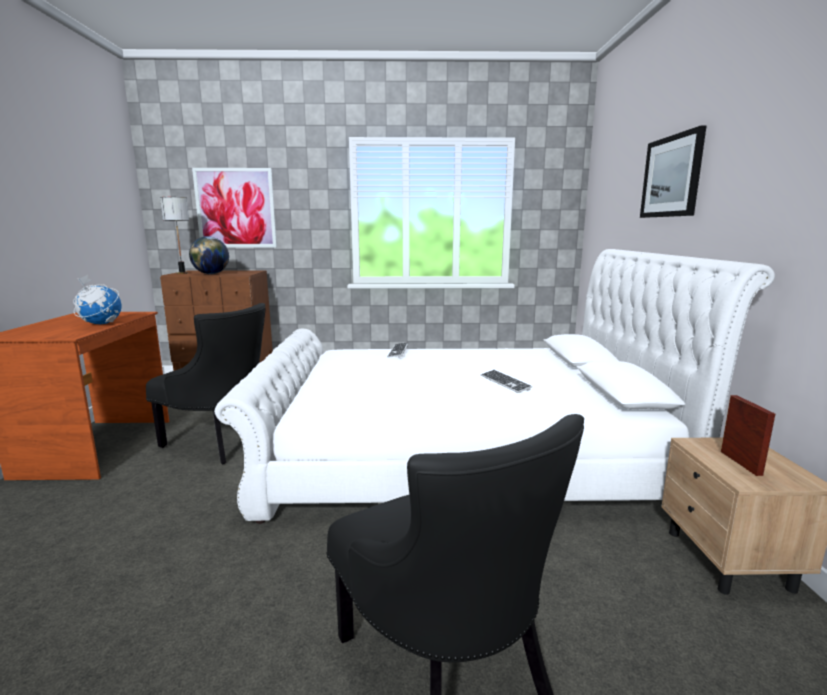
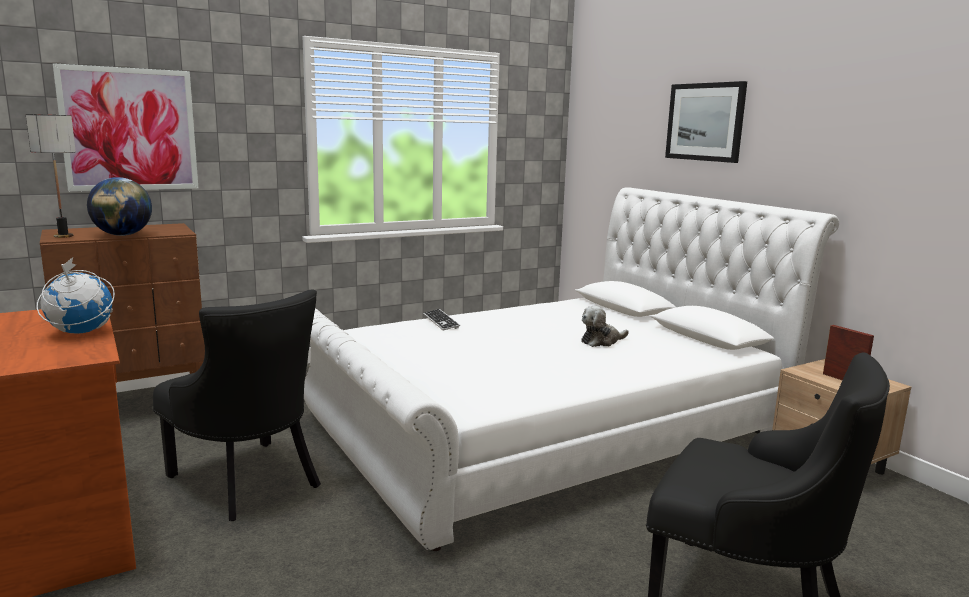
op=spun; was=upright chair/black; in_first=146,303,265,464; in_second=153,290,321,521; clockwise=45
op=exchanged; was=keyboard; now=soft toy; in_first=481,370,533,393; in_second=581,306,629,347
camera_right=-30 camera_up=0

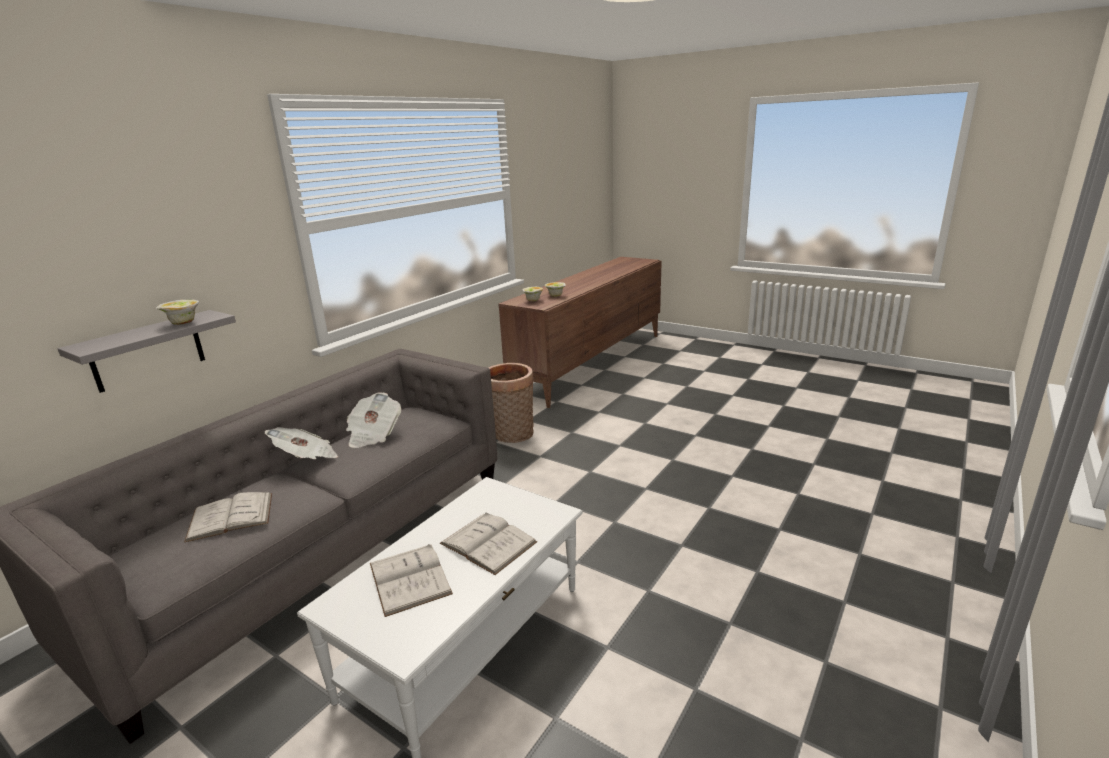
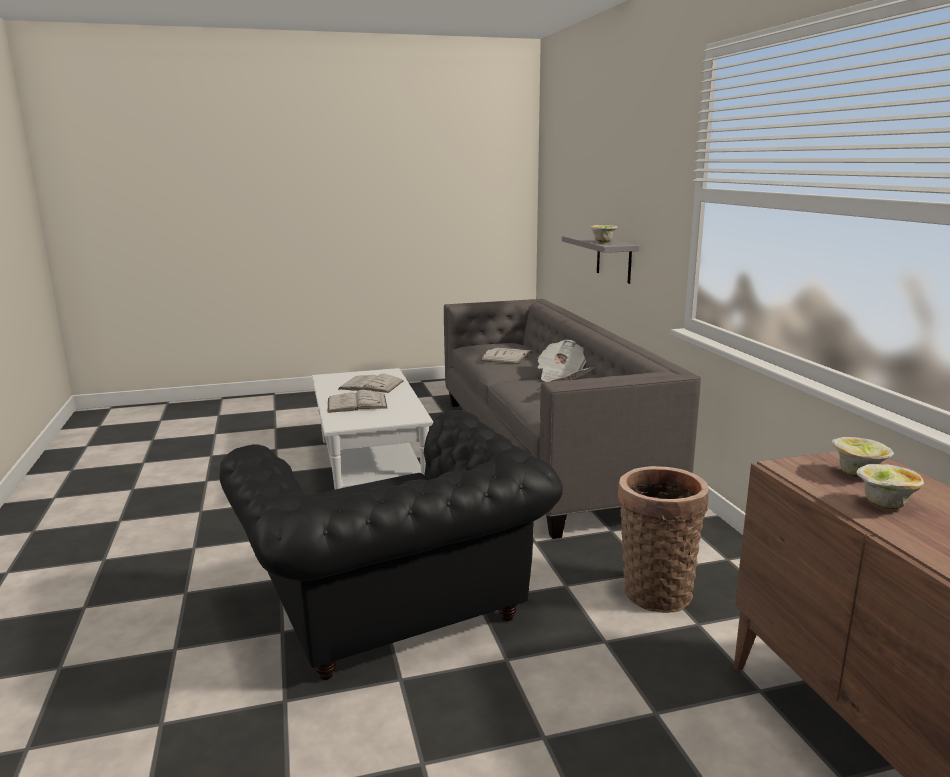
op=appeared; now=armchair/black; in_second=220,410,563,680
camera_right=130 camera_up=-5

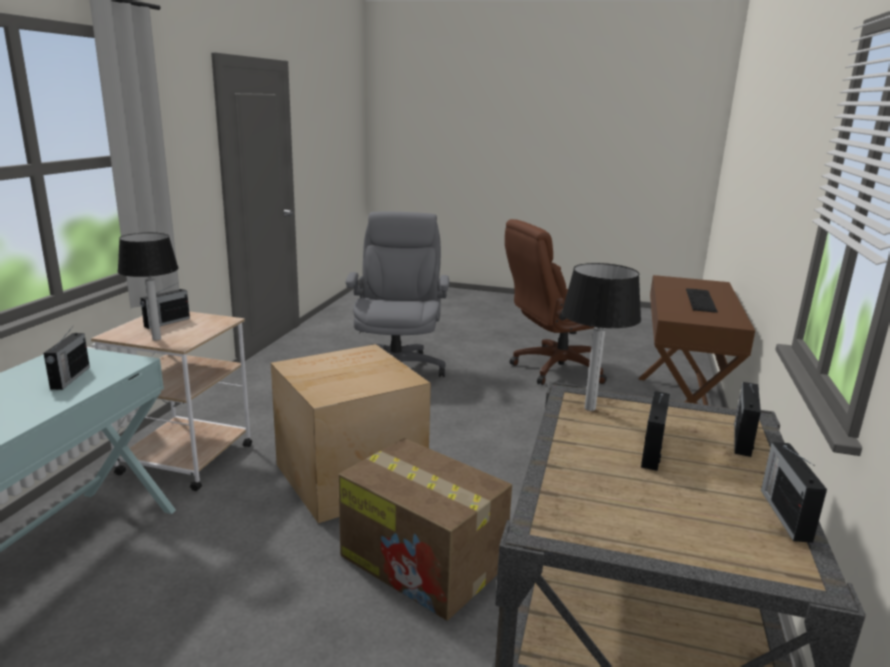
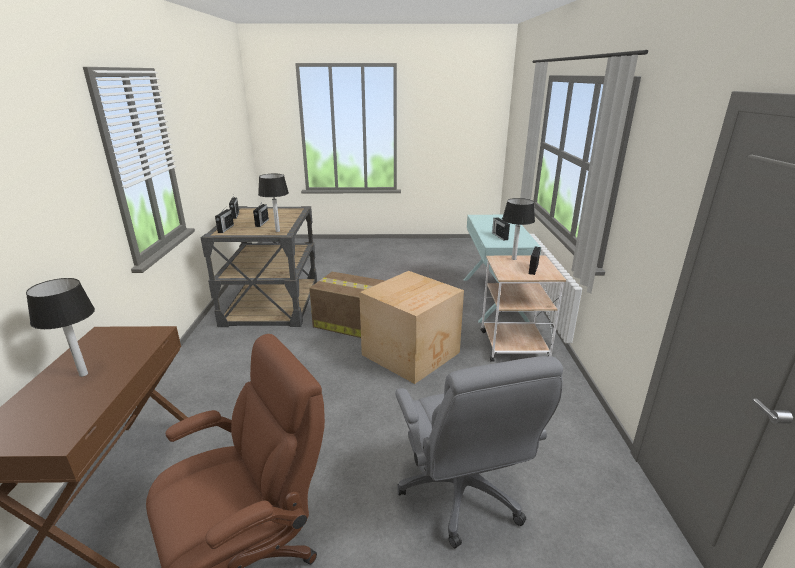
op=exchanged; was=keyboard; now=lamp for a table; in_first=686,288,718,313; in_second=26,278,95,377
camera_right=165 camera_up=5

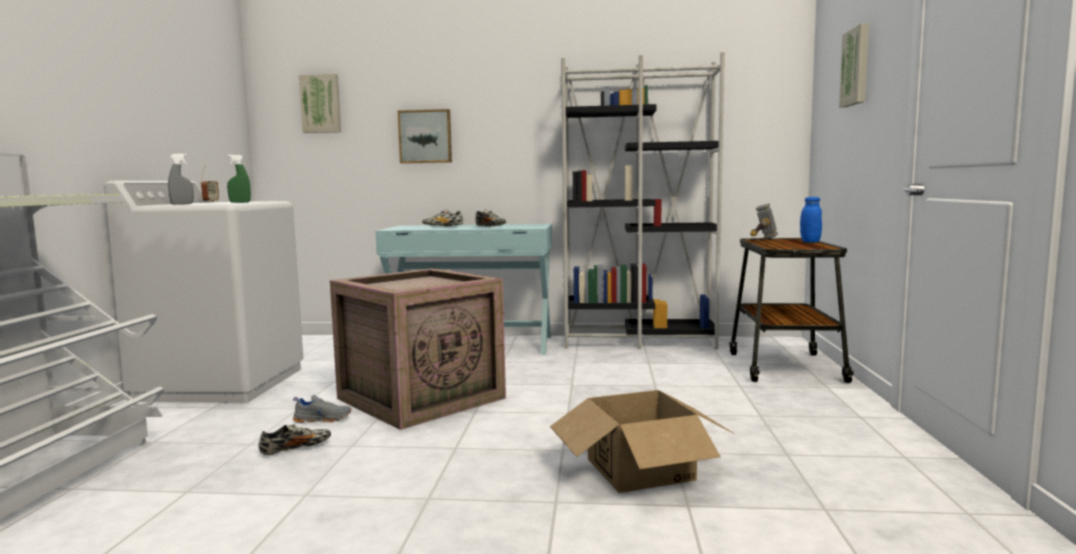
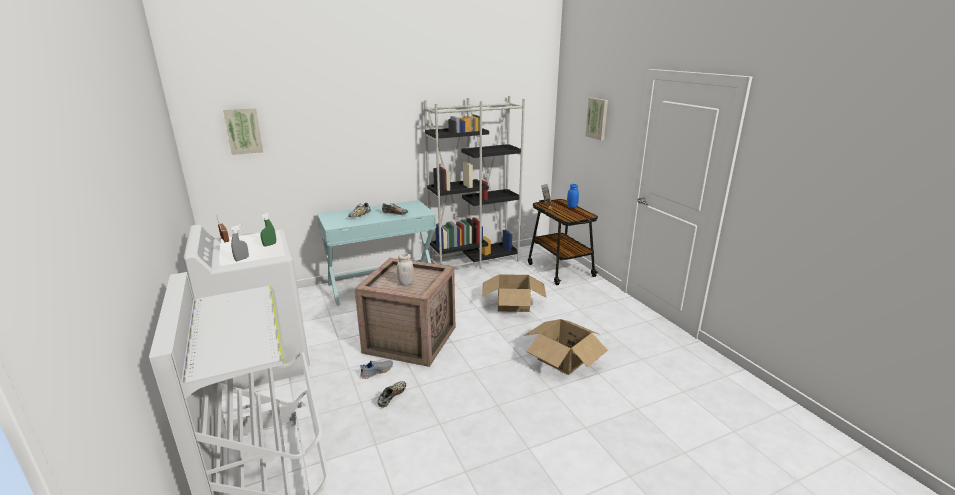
op=missing; was=wall art; in_first=398,109,452,164
op=appeared; now=storage jar/whitish; in_second=397,254,414,285
op=appeared; now=cardboard box; in_second=482,274,547,312
camera_right=-30 camera_up=15

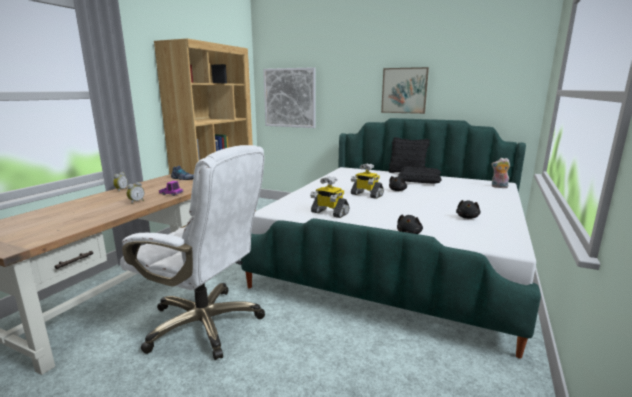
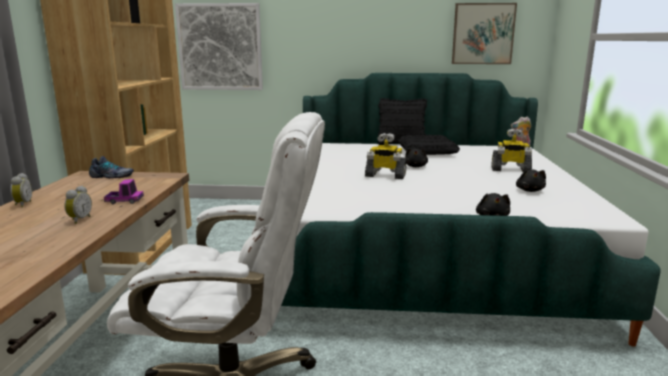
op=relocated; was=wall art; in_first=381,67,429,114; in_second=452,3,517,64
op=relocated; was=toy robot; in_first=310,176,350,218; in_second=492,129,532,172
camera_right=-20 camera_up=0

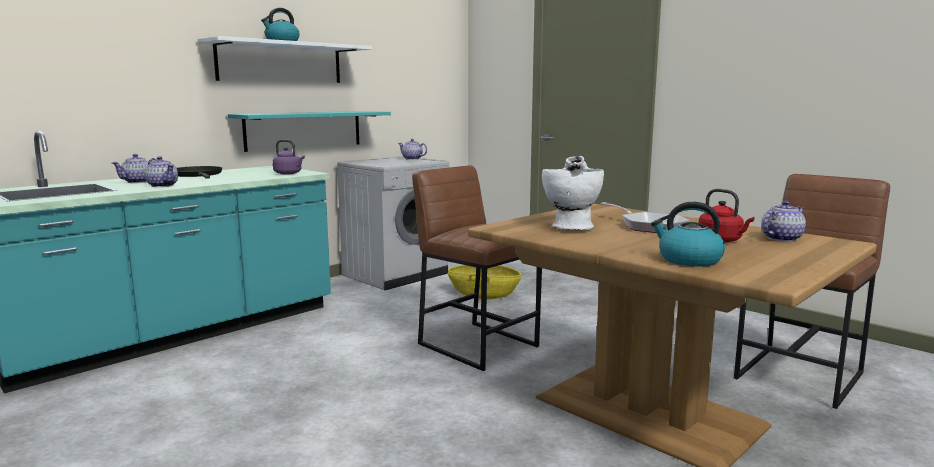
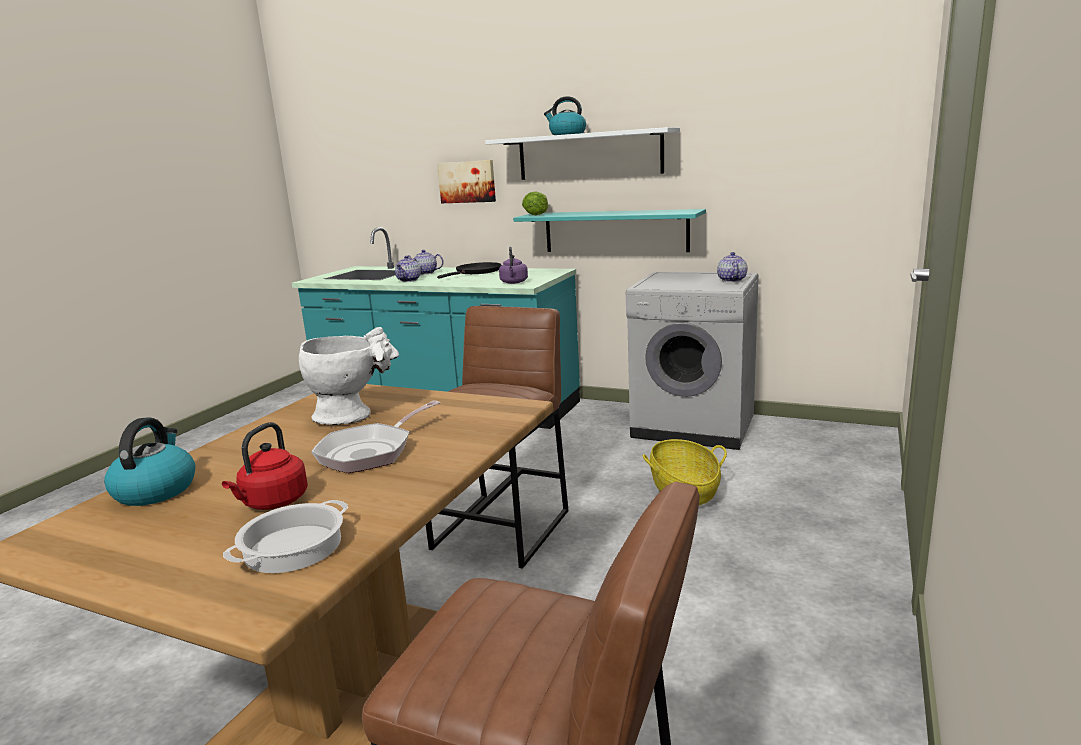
op=exchanged; was=tea pot; now=saucepot; in_first=761,201,806,242; in_second=223,500,348,573
op=appeared; now=wall art; in_second=437,160,496,203
op=appeared; now=lettuce; in_second=522,191,548,215
camera_right=70 camera_up=5

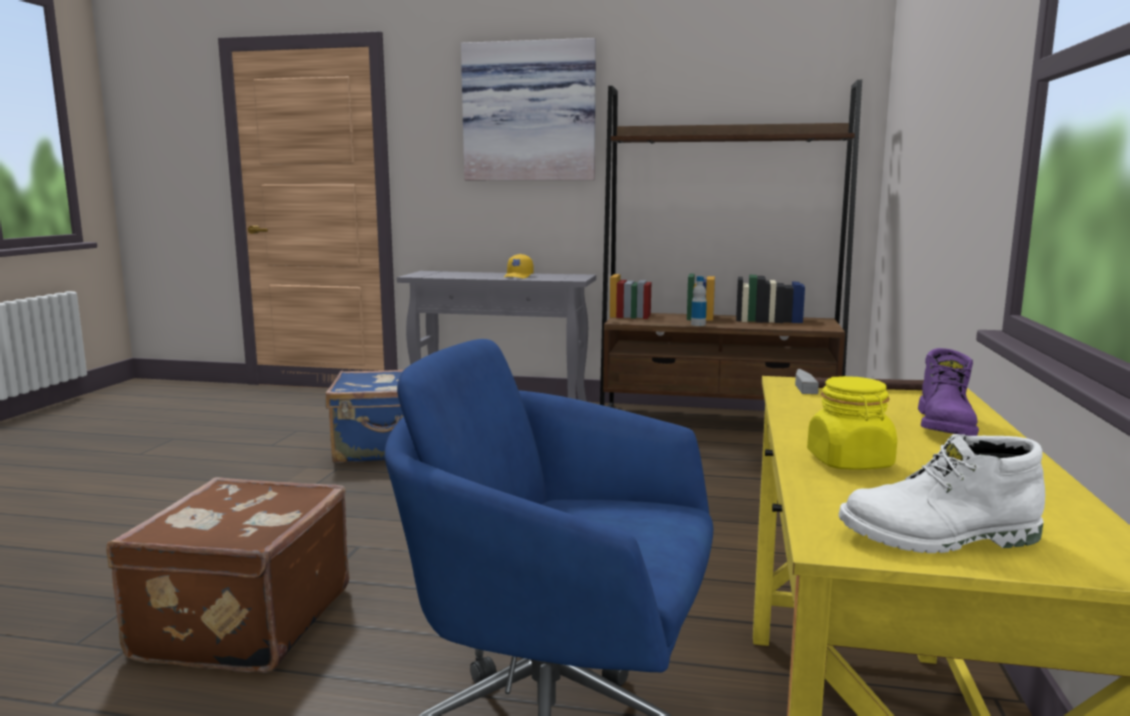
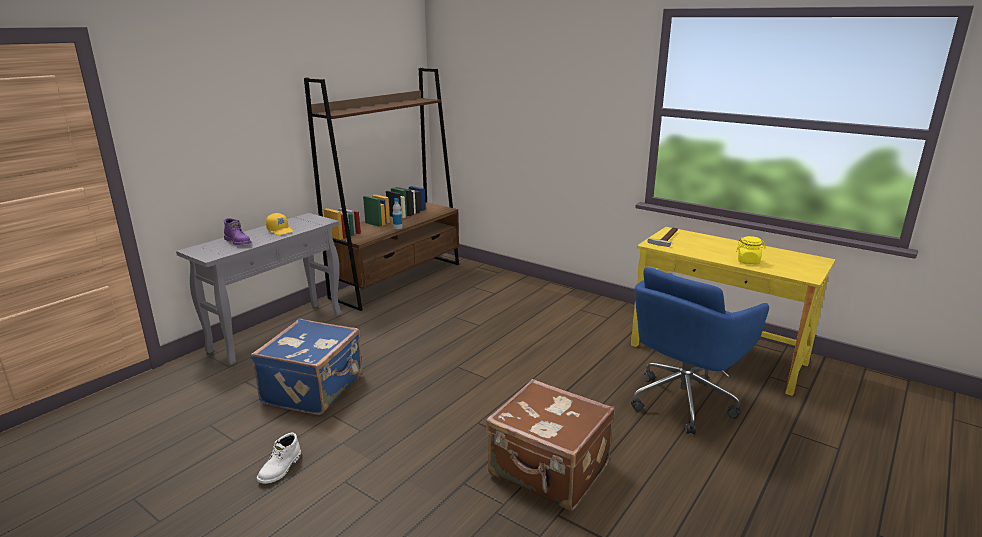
op=missing; was=wall art; in_first=461,38,596,180
op=relocated; was=boot/purple-coloured; in_first=918,348,979,436; in_second=224,218,251,245
op=relocated; was=boot/whitish; in_first=839,434,1045,553; in_second=257,433,301,484
camera_right=-65 camera_up=10

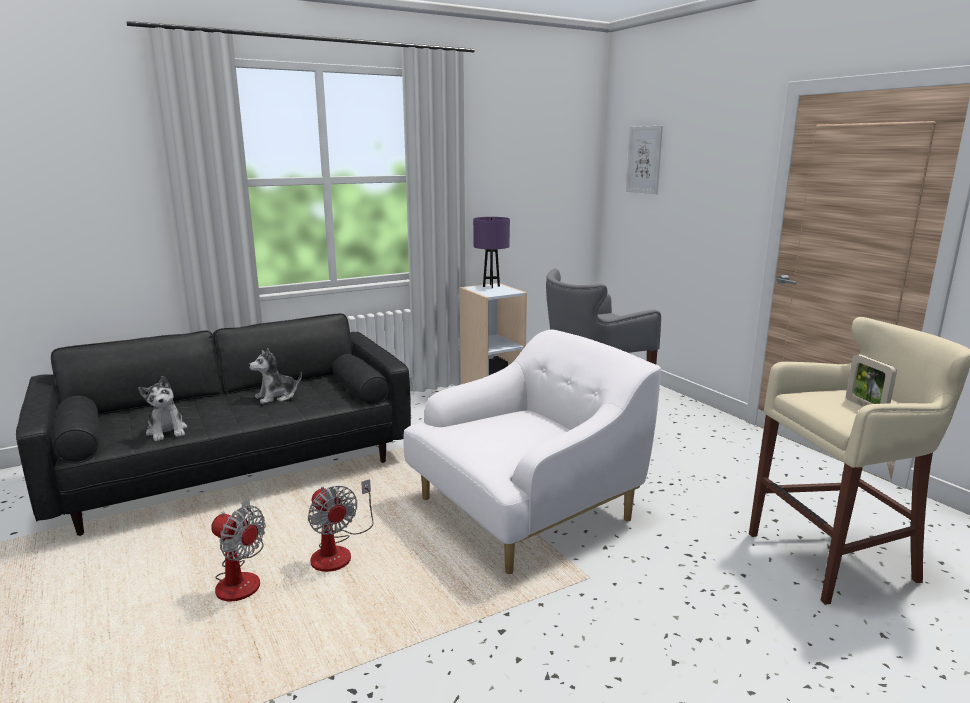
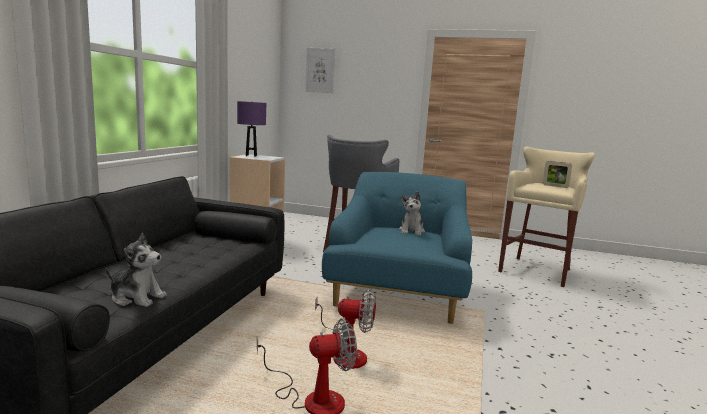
op=colour; was=armchair/whitish; now=armchair/bluish; in_first=403,330,661,574; in_second=322,172,472,324
op=relocated; was=soft toy; in_first=249,348,302,404; in_second=399,191,425,236
camera_right=-45 camera_up=-5

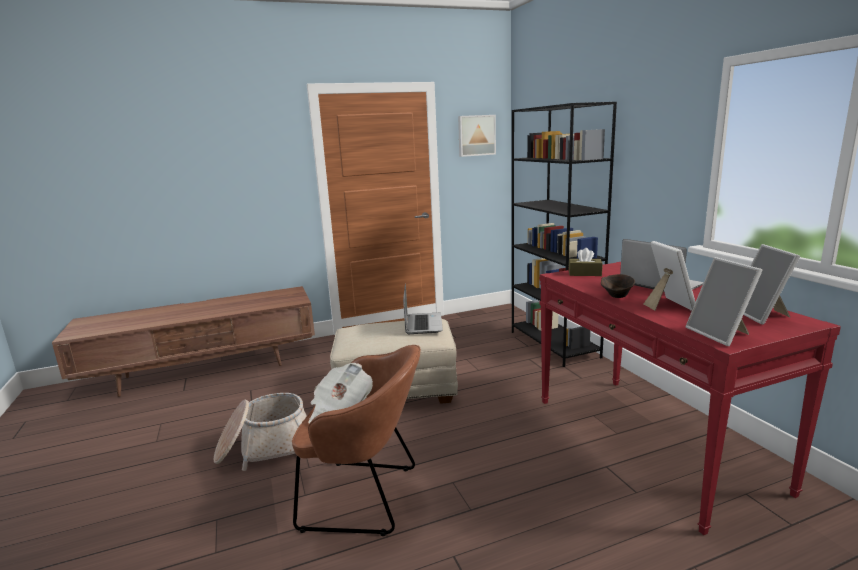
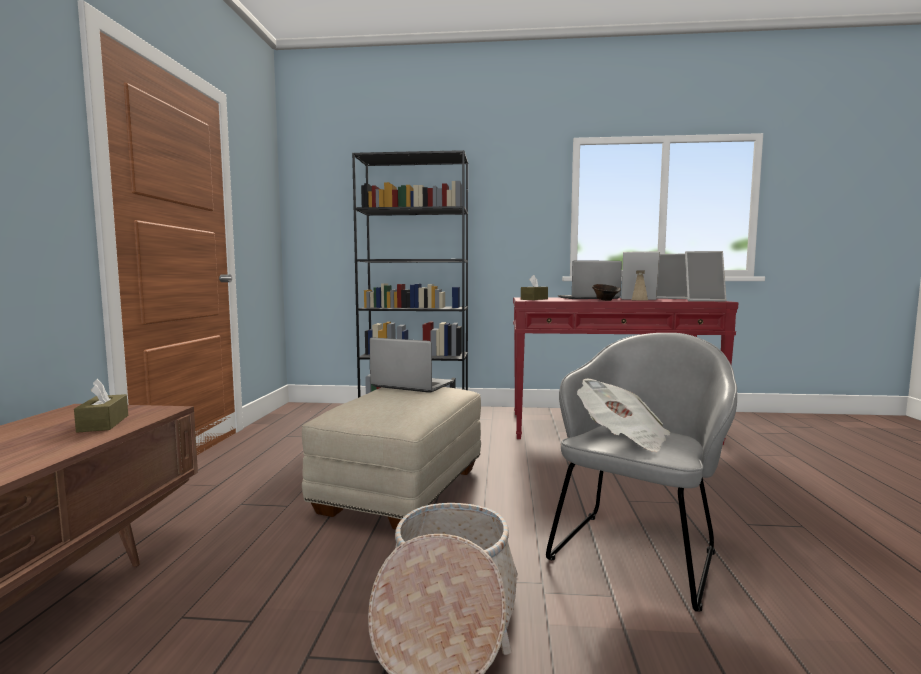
op=missing; was=wall art; in_first=458,115,496,157
op=colour; was=armchair/brown-coloured; now=armchair/greyish; in_first=292,345,421,536; in_second=546,333,737,612
op=appeared; now=box of tissues/brown-coloured; in_second=74,379,128,432
camera_right=-65 camera_up=-10

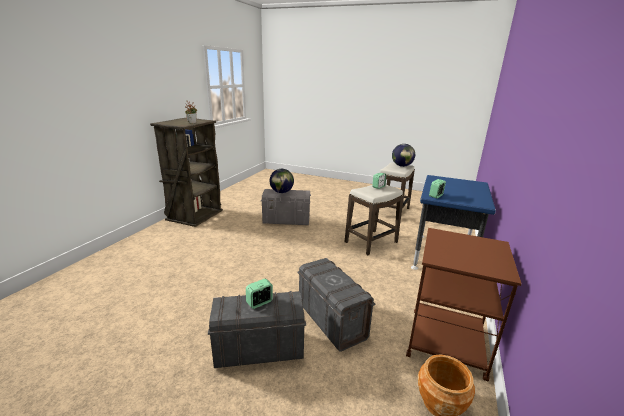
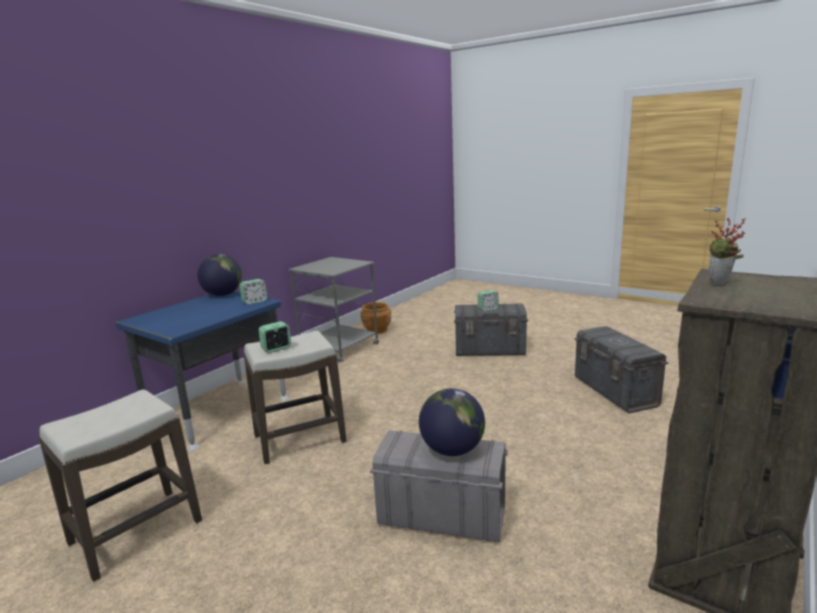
op=relocated; was=globe; in_first=392,144,415,167; in_second=197,254,242,296
op=colour; was=trolley/brown-coloured; now=trolley/greyish; in_first=406,228,522,382; in_second=289,257,379,363
op=relocated; was=storage bin/greyish; in_first=297,258,375,352; in_second=575,326,668,413
camera_right=-165 camera_up=-5

